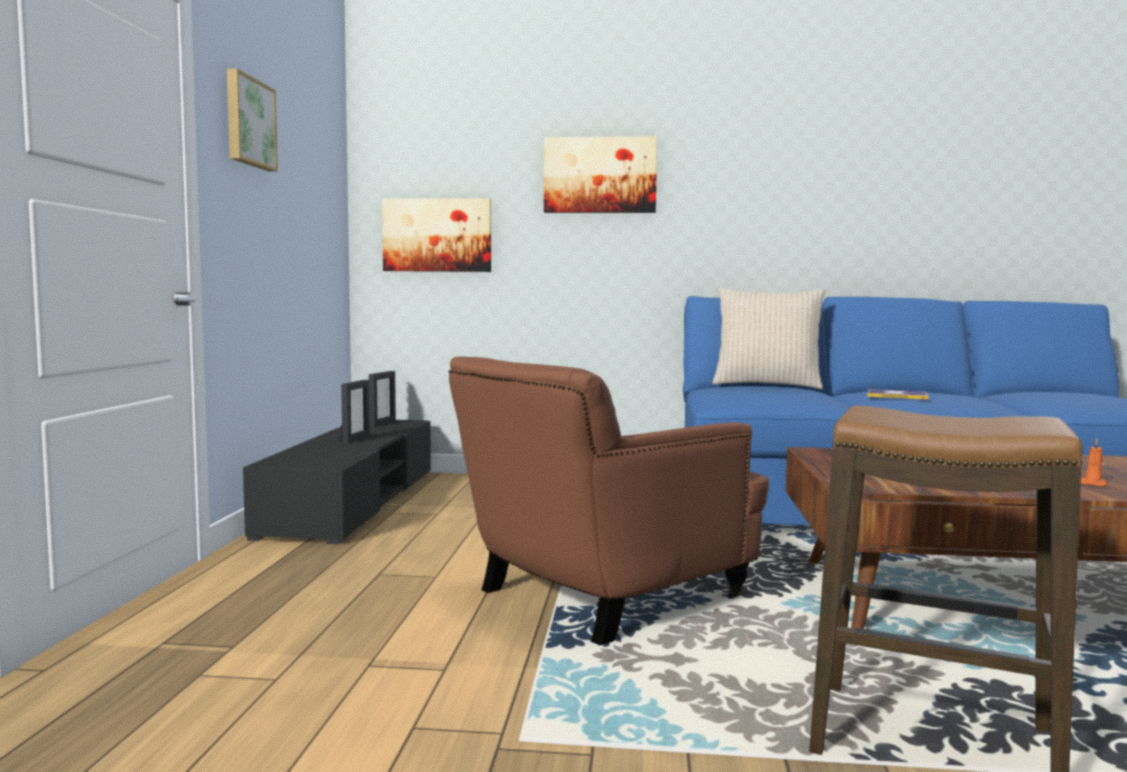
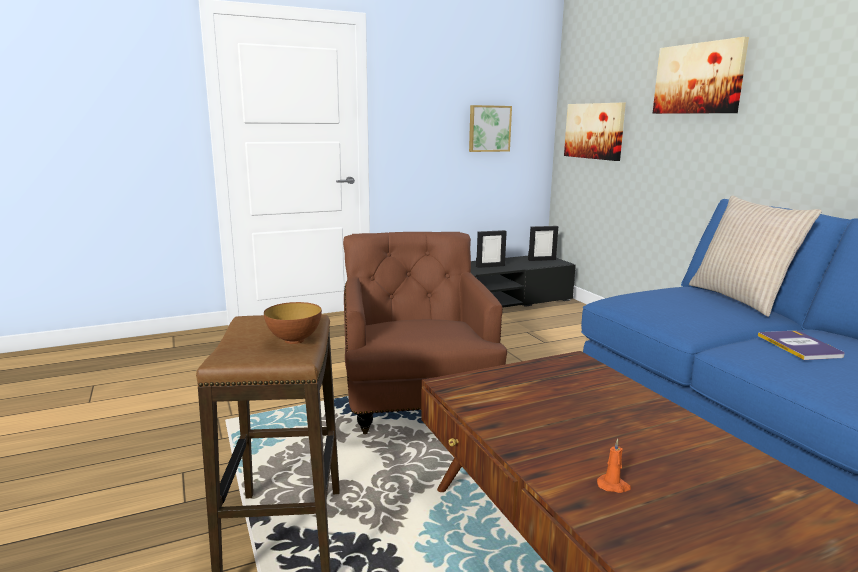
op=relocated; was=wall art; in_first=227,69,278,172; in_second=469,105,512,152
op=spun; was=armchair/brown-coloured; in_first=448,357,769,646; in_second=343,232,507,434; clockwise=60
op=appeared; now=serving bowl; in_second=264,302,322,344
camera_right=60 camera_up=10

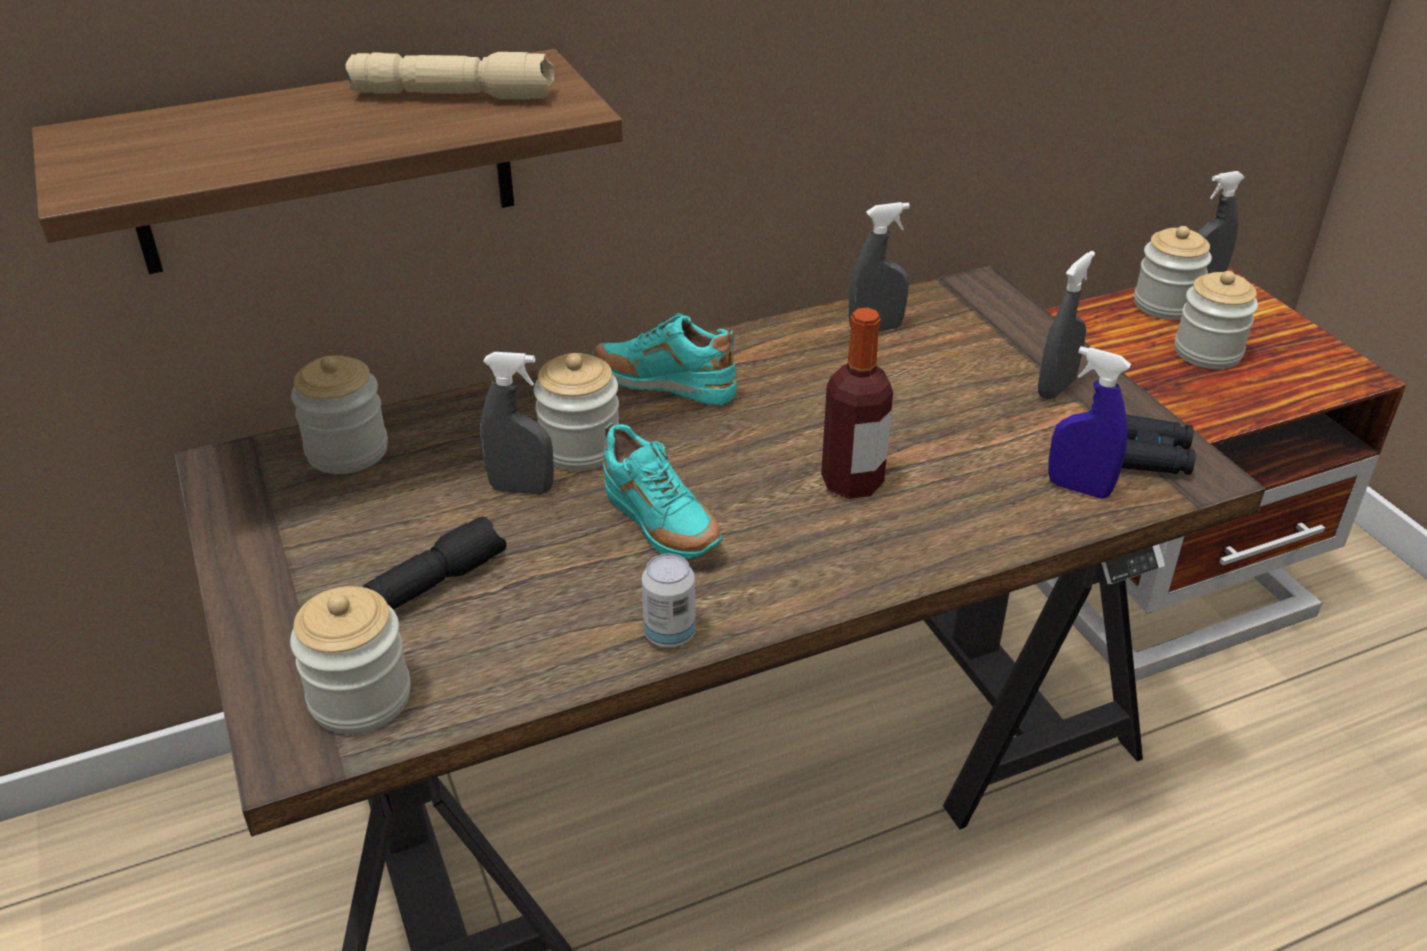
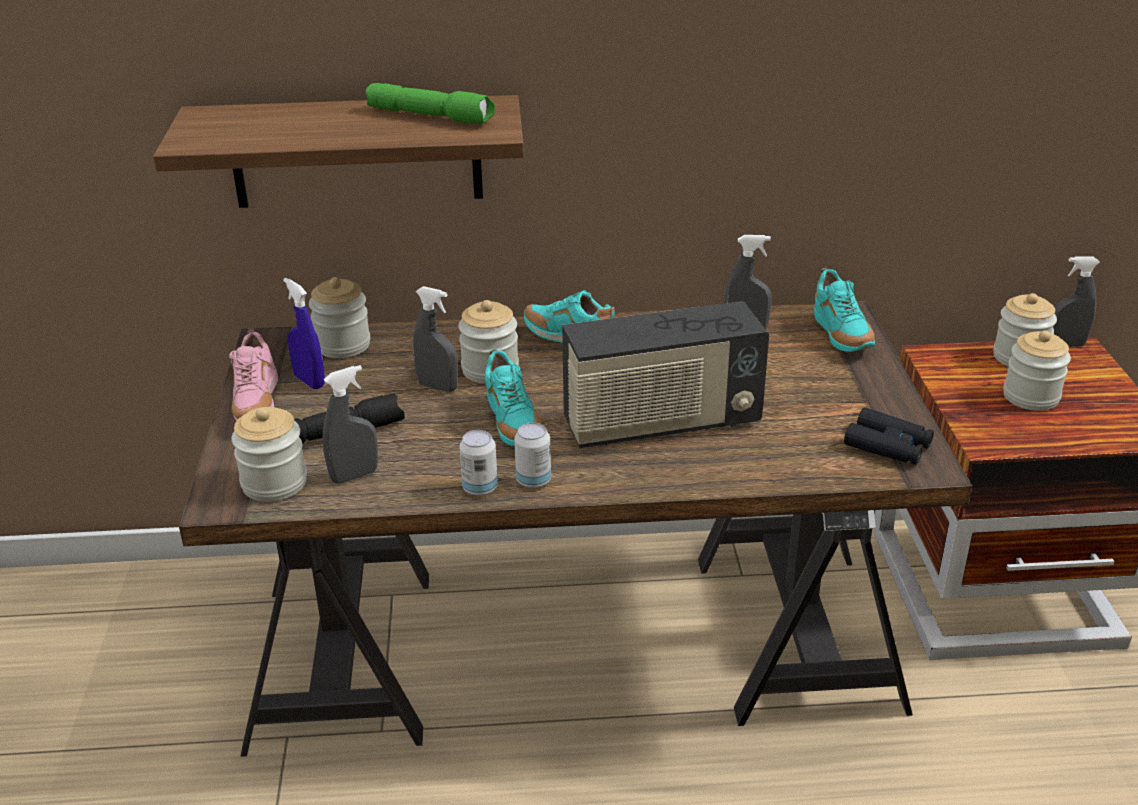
op=colour; was=torch/beige-coloured; now=torch/green; in_first=345,52,554,100; in_second=366,83,495,125
op=relocated; was=sprayer/greyish; in_first=1038,251,1095,400; in_second=323,365,378,483
op=exchanged; was=drink bottle; now=radio receiver; in_first=821,307,893,499; in_second=562,301,769,448
op=relocated; was=sprayer/bluish; in_first=1048,346,1131,499; in_second=283,278,325,389
op=appeared; now=shoe/blue-green; in_second=814,268,875,352
op=appeared; now=shoe/pink-coloured; in_second=229,330,278,421
op=appeared; now=can; in_second=514,423,551,488
camera_right=20 camera_up=-5

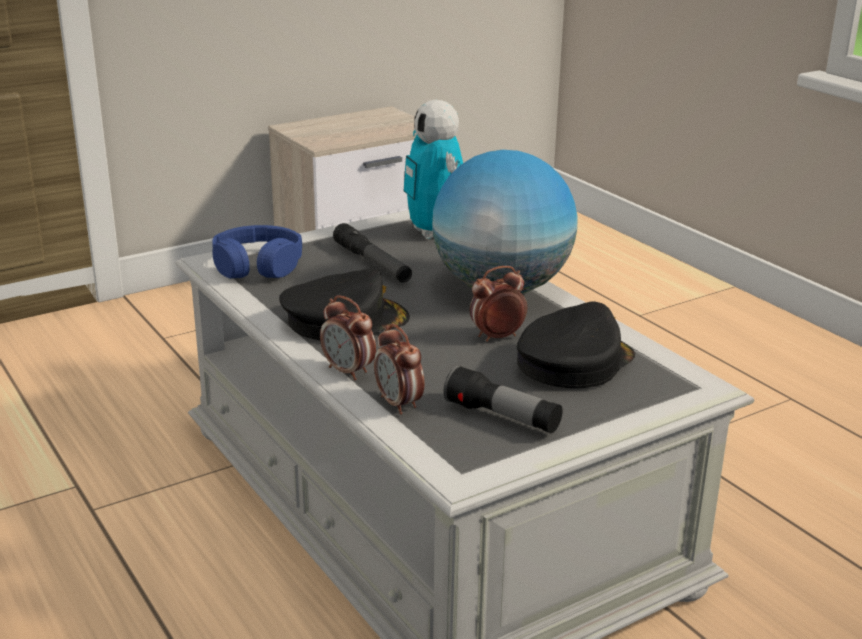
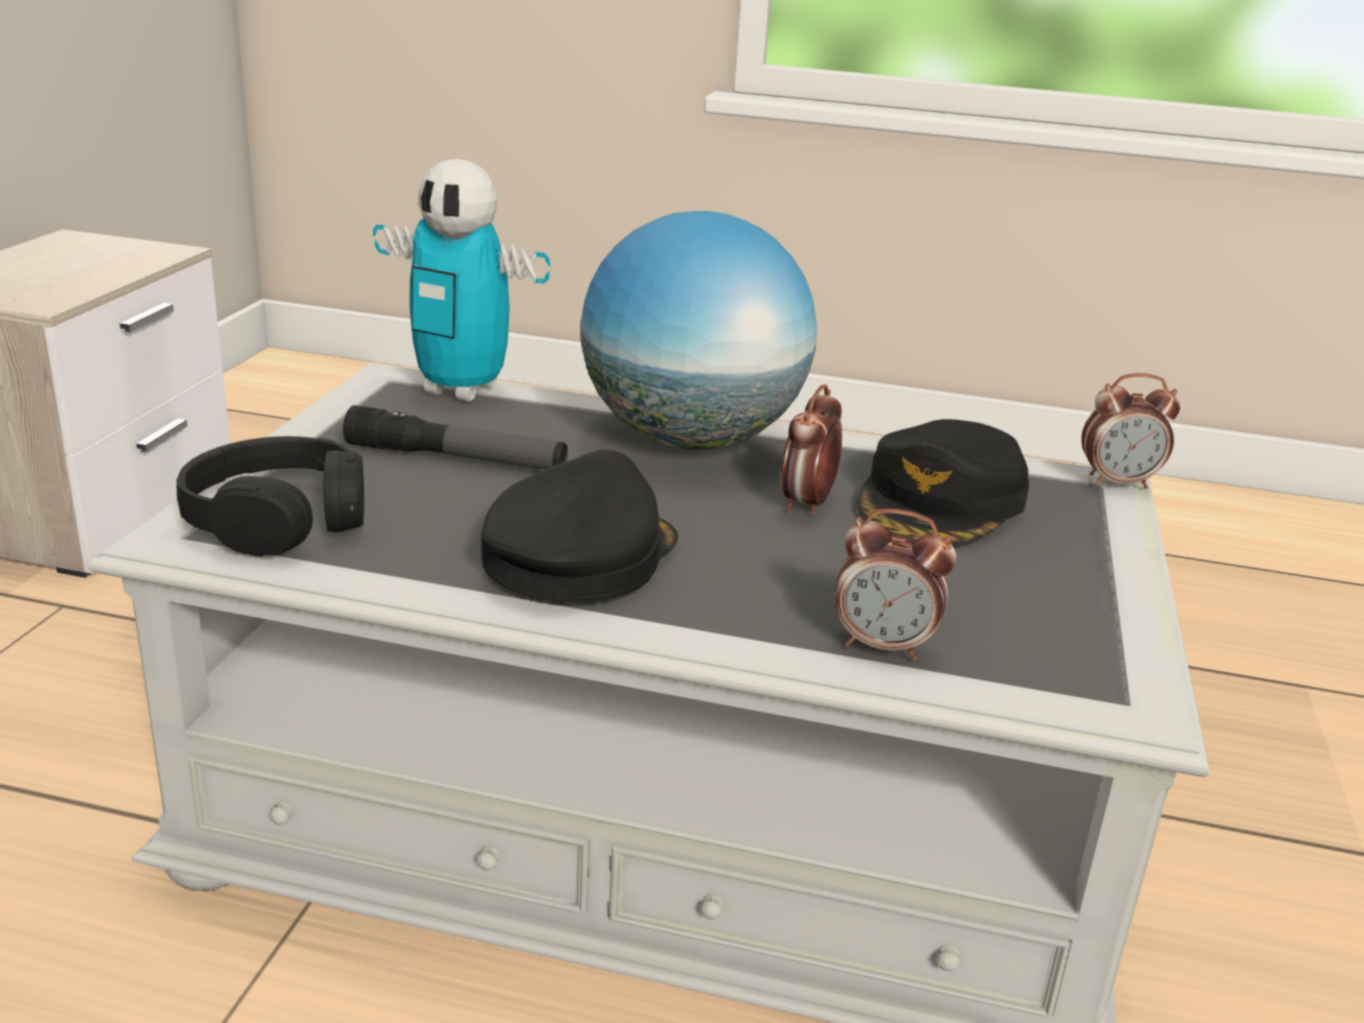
op=colour; was=headphones/bluish; now=headphones/black; in_first=212,225,302,278; in_second=176,436,364,556
op=relocated; was=bedside clock; in_first=320,296,376,380; in_second=1081,373,1180,489
op=spun; was=cap/black; in_first=517,302,635,388; in_second=857,419,1029,546; clockwise=-150
op=missing; was=torch; in_first=444,365,563,433
camera_right=-45 camera_up=0

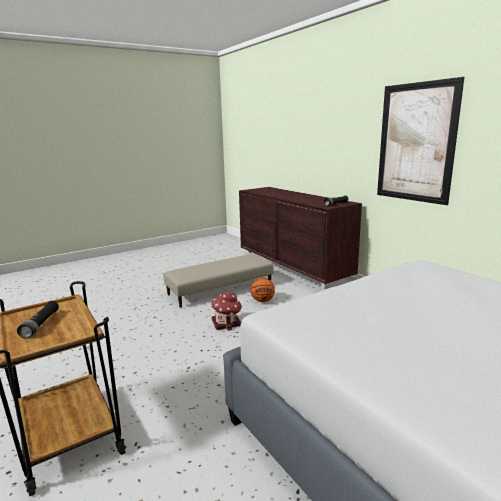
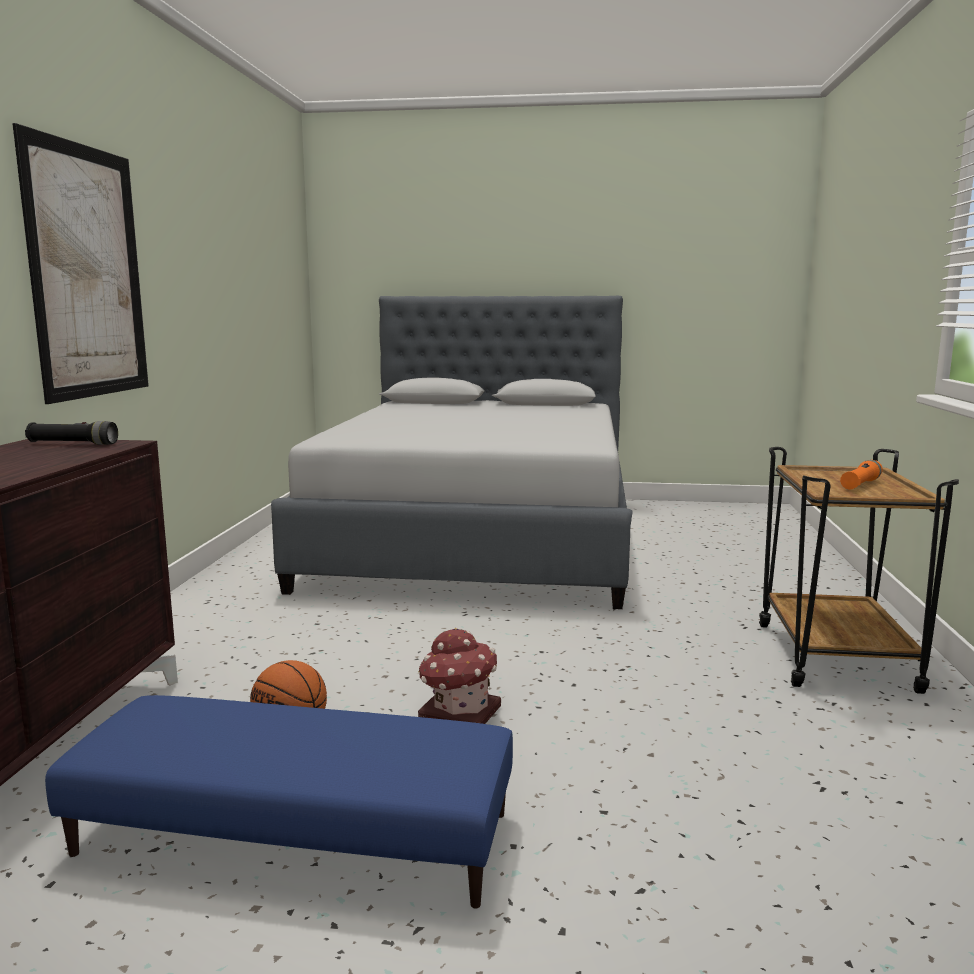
op=colour; was=ottoman/beige-coloured; now=ottoman/bluish; in_first=163,254,274,308; in_second=45,695,513,909
op=colour; was=torch/black; now=torch/orange-coloured; in_first=17,301,59,339; in_second=840,460,883,490
camera_right=-140 camera_up=-5

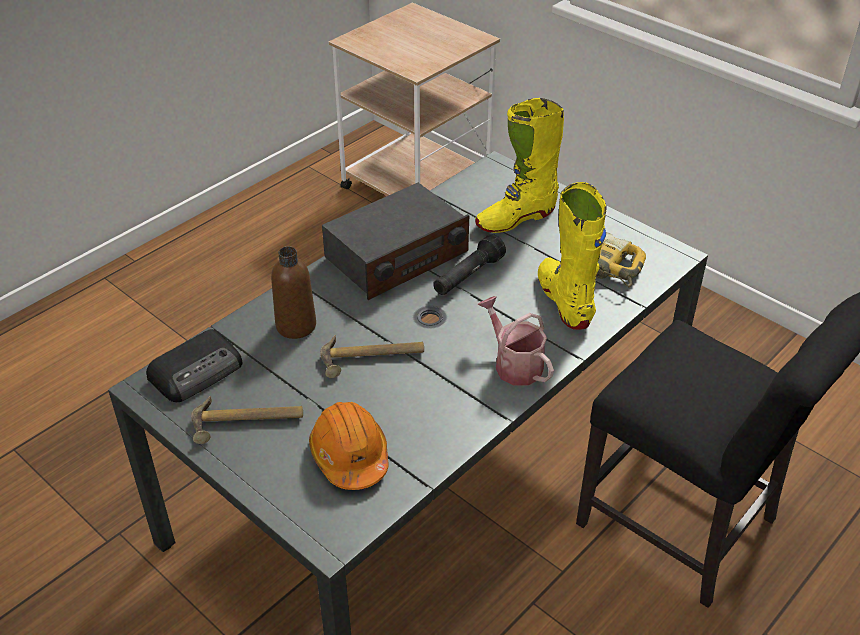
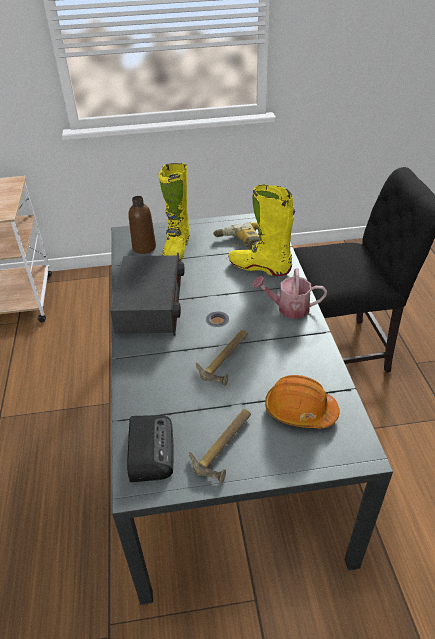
op=missing; was=torch/black; in_first=433,234,506,295
op=relocated; was=drink bottle/brown-coloured; in_first=271,246,316,339; in_second=129,196,156,254
camera_right=-50 camera_up=0

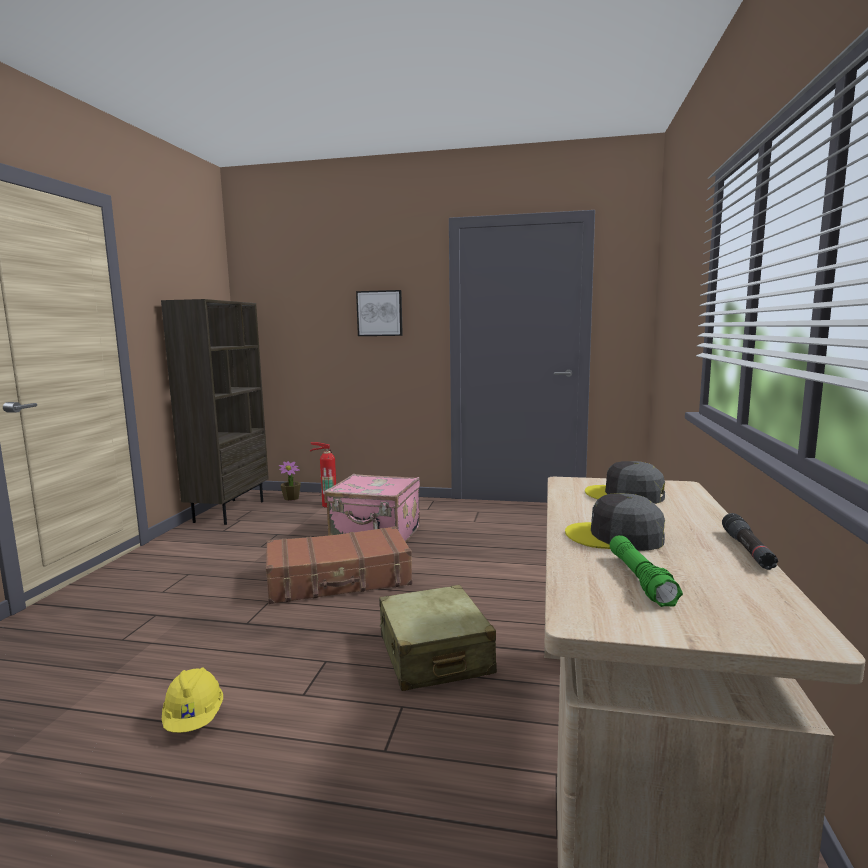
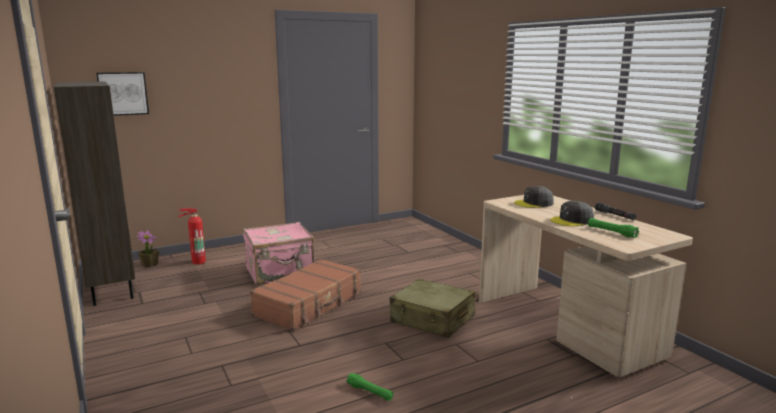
op=relocated; was=wall art; in_first=356,290,403,336; in_second=96,72,149,116
op=exchanged; was=hard hat/yellow-coloured; now=torch/green; in_first=162,667,223,733; in_second=346,373,393,401
camera_right=-40 camera_up=5

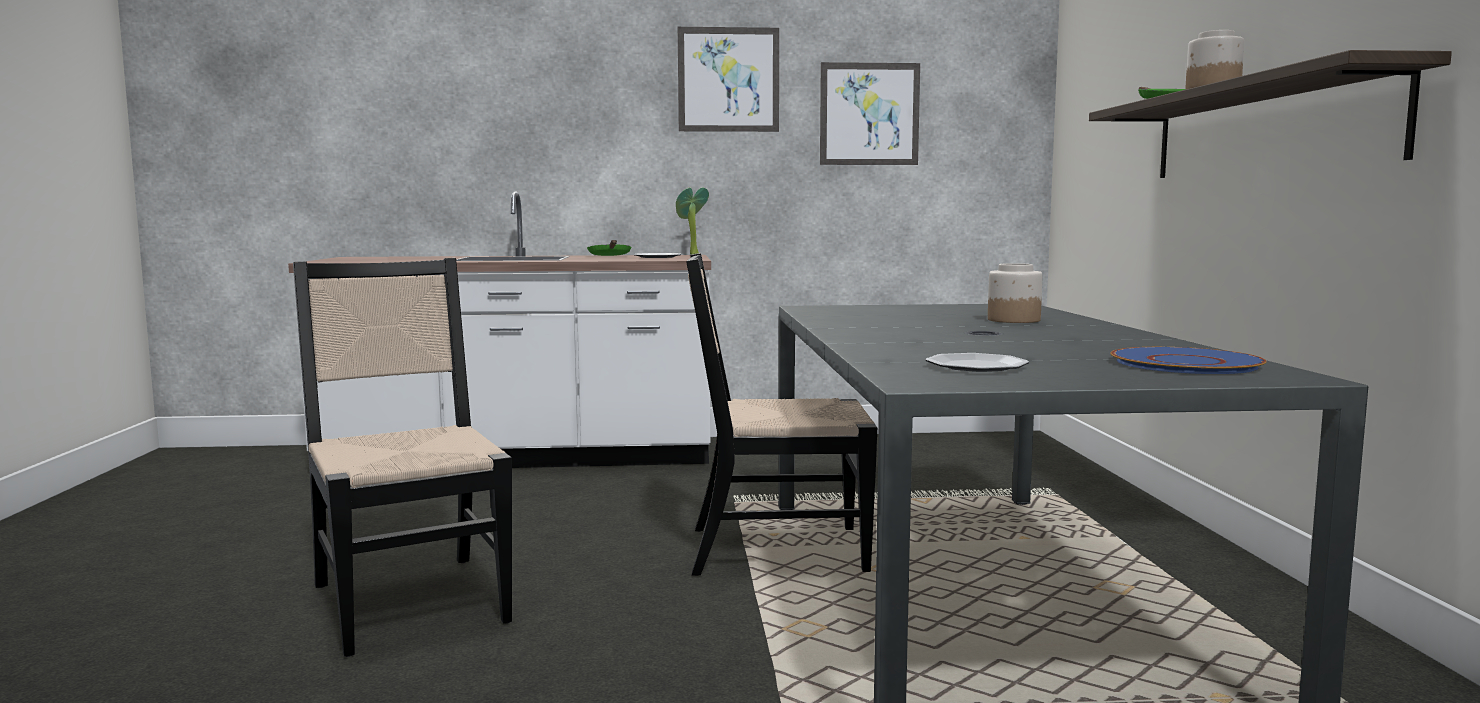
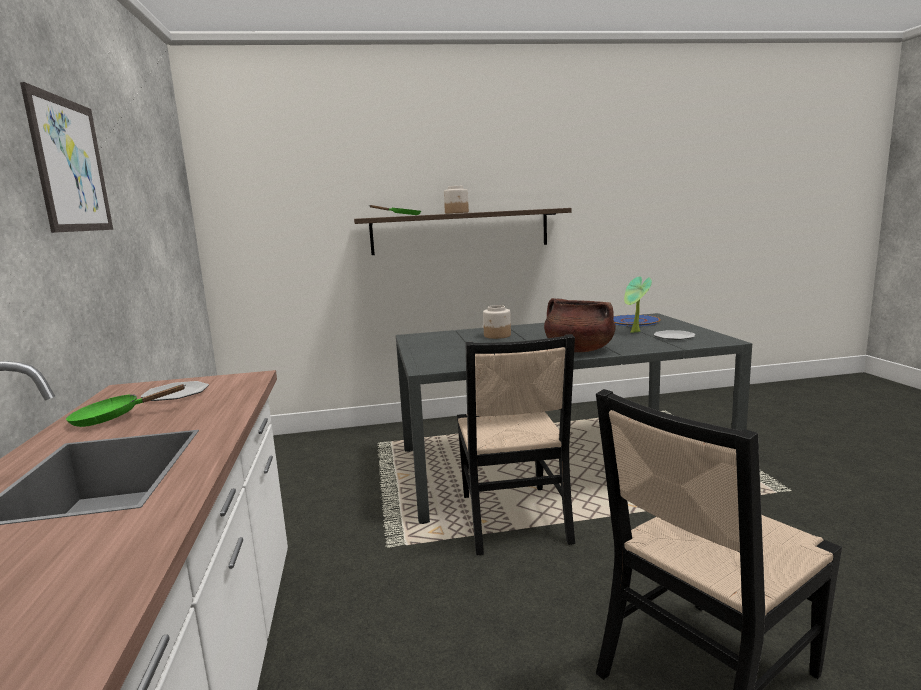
op=missing; was=wall art; in_first=820,62,920,165
op=relocated; was=plant in a pot; in_first=676,188,709,255; in_second=624,276,652,333
op=appeared; now=saucepot/brown-coloured; in_second=544,298,616,352
camera_right=-95 camera_up=5

